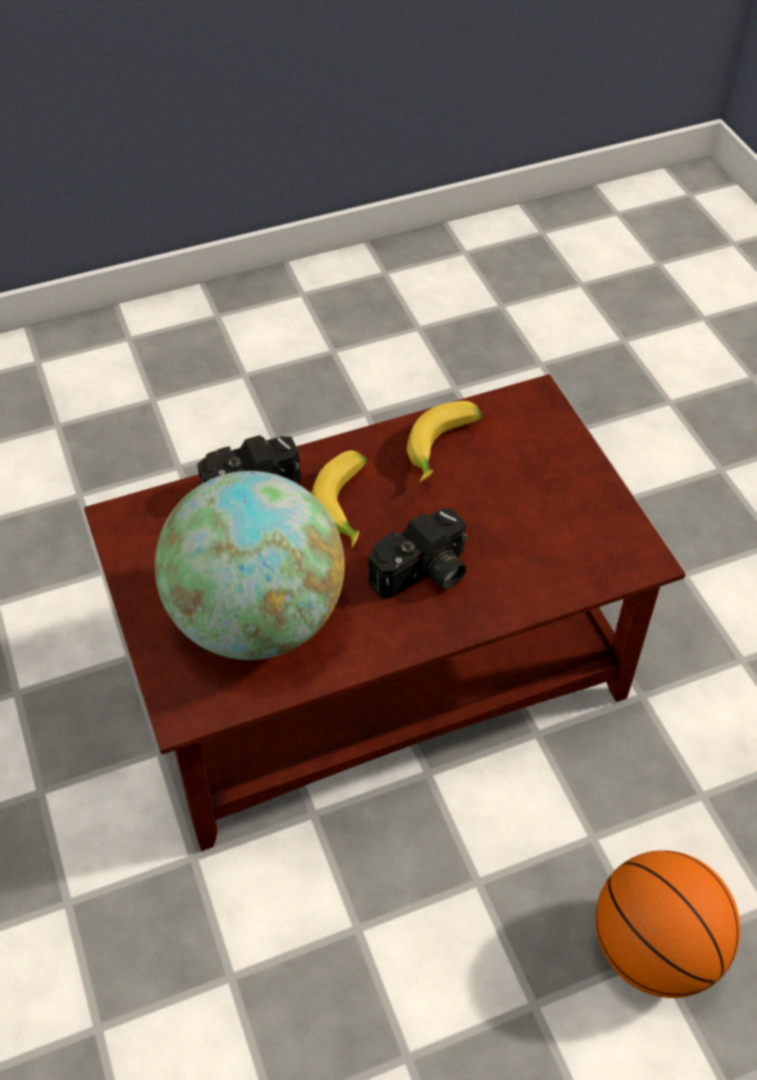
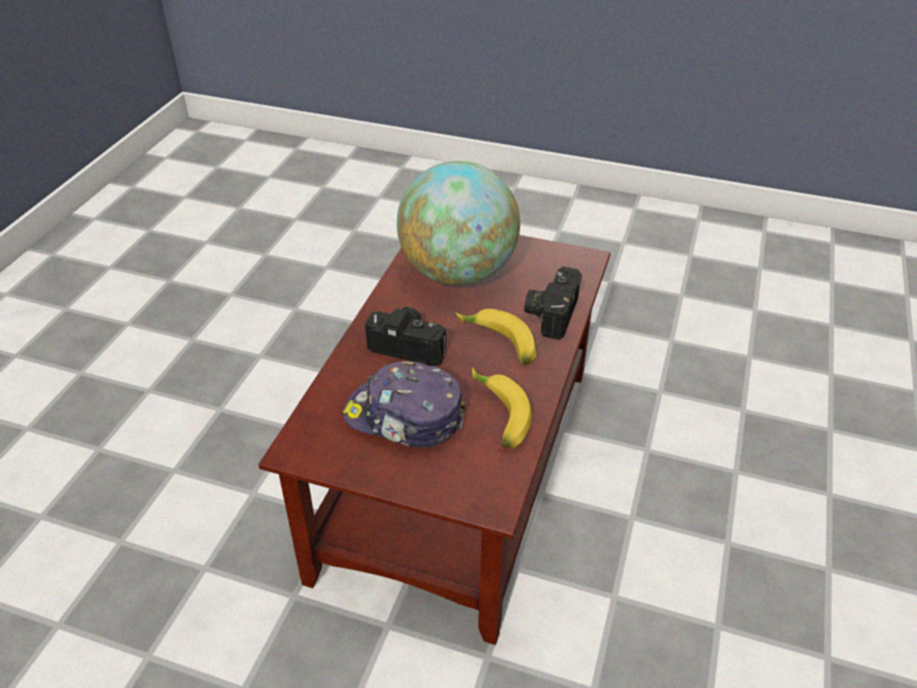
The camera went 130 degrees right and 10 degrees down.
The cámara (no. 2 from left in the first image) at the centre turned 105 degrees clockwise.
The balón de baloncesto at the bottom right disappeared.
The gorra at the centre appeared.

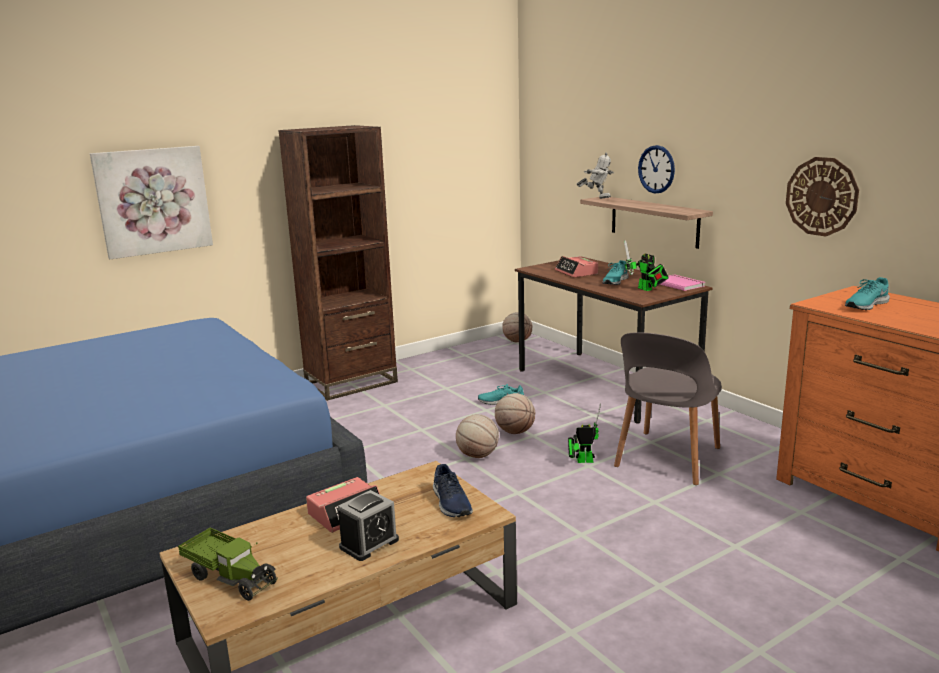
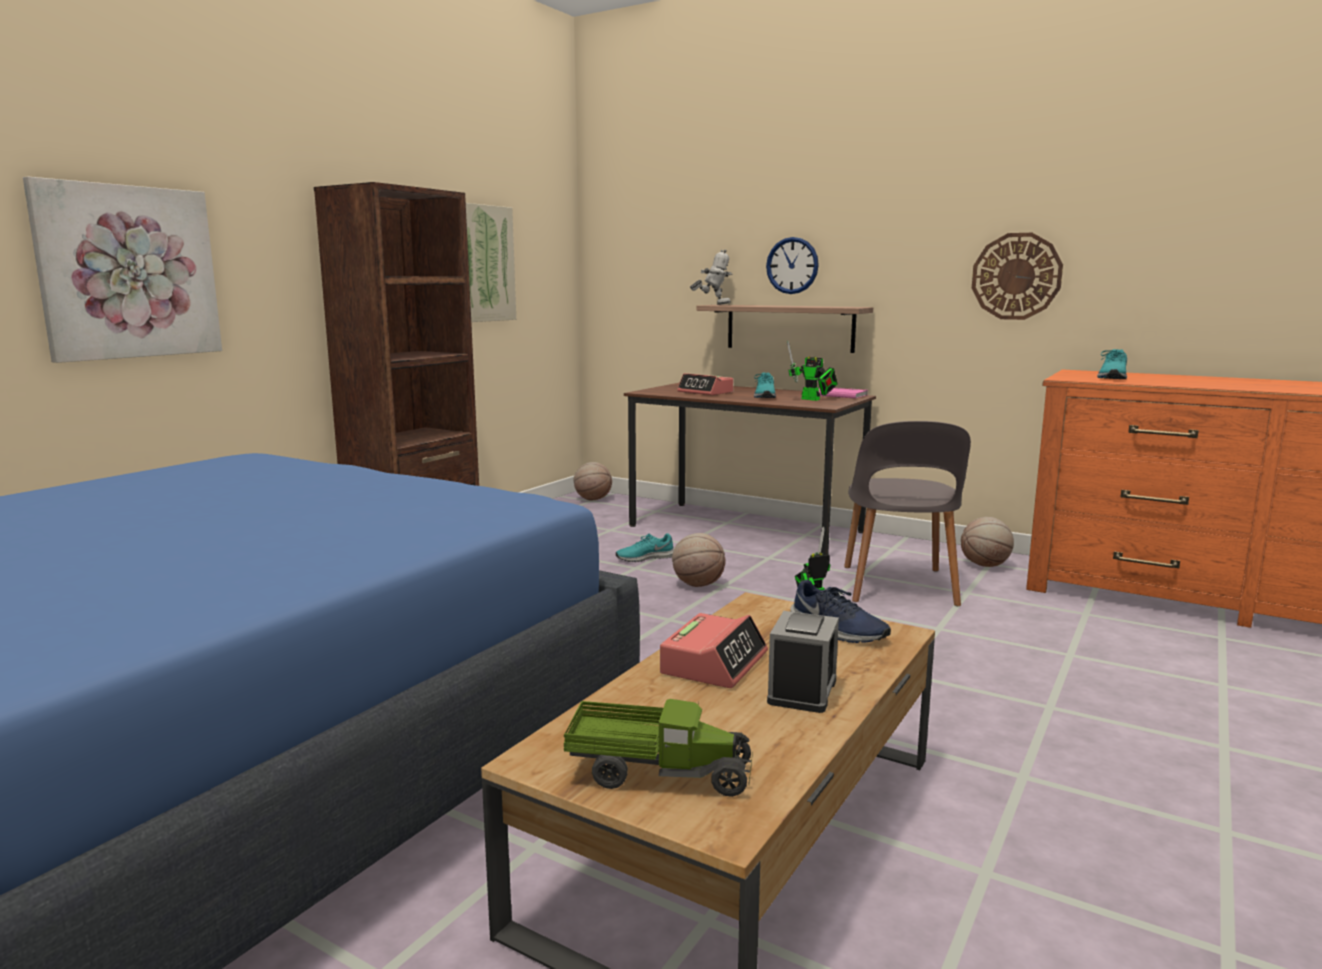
The camera went 25 degrees left and 5 degrees down.
The balón de baloncesto (no. 1 from left in the first image) moved from the centre to the middle right.
The cuadro (no. 2 from left) at the top centre appeared.

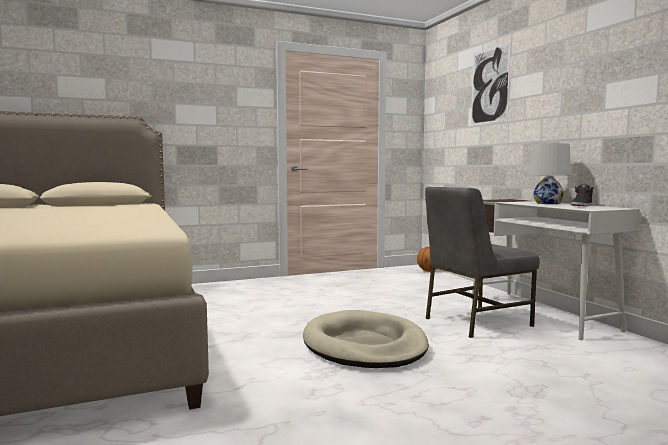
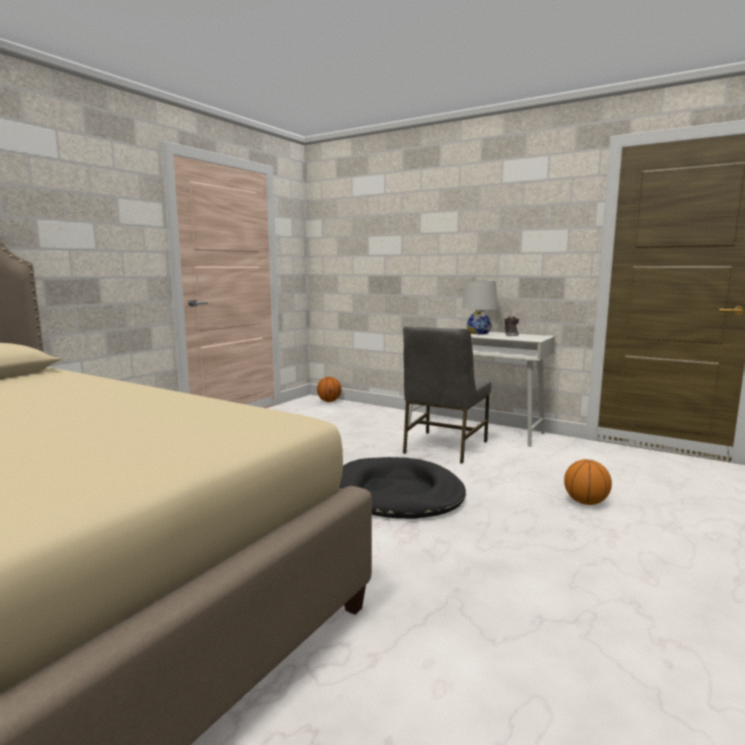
The camera went 35 degrees left and 5 degrees up.
The cuadro at the top right disappeared.
The cama para perro (beis) at the bottom centre became the cama para perro (negro) at the centre.
The balón de baloncesto (no. 2 from left) at the middle right appeared.

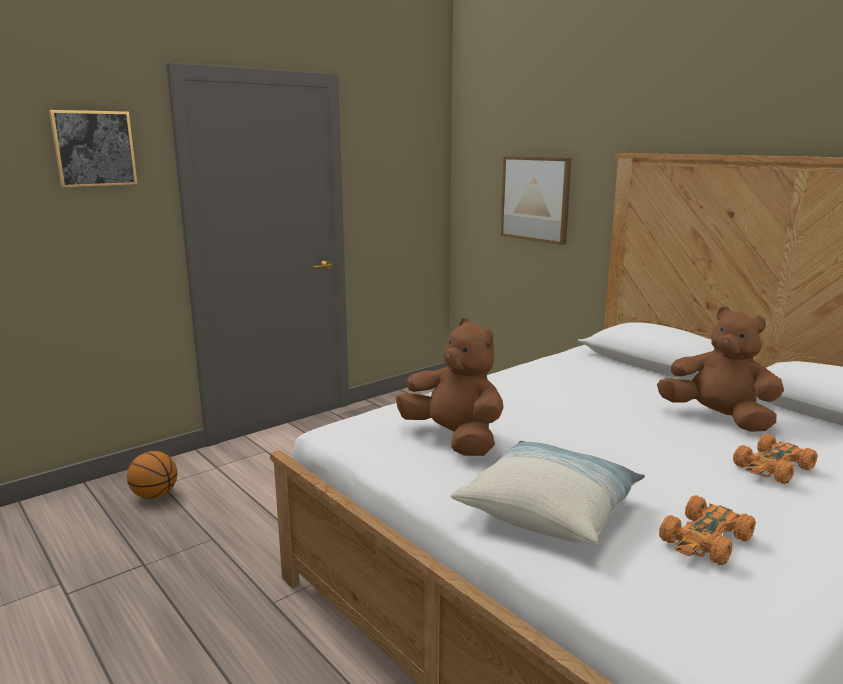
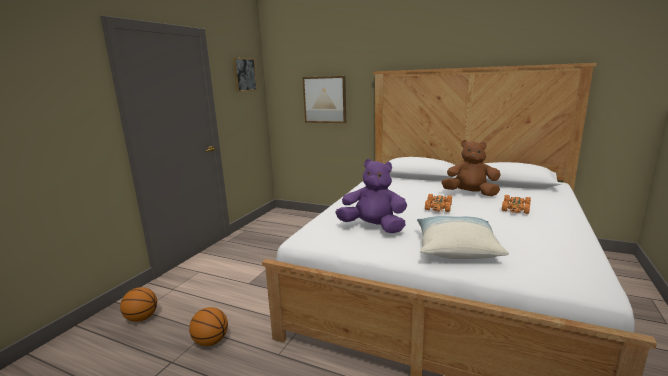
The camera went 25 degrees left and 0 degrees up.
The cuadro (no. 1 from left) moved from the top left to the top centre.
The peluche (marrón) (no. 1 from left) at the centre became the peluche (morado) at the centre.
The coche de juguete (naranja) (no. 1 from left) moved from the bottom right to the centre.
The balón de baloncesto (no. 2 from left) at the bottom left appeared.

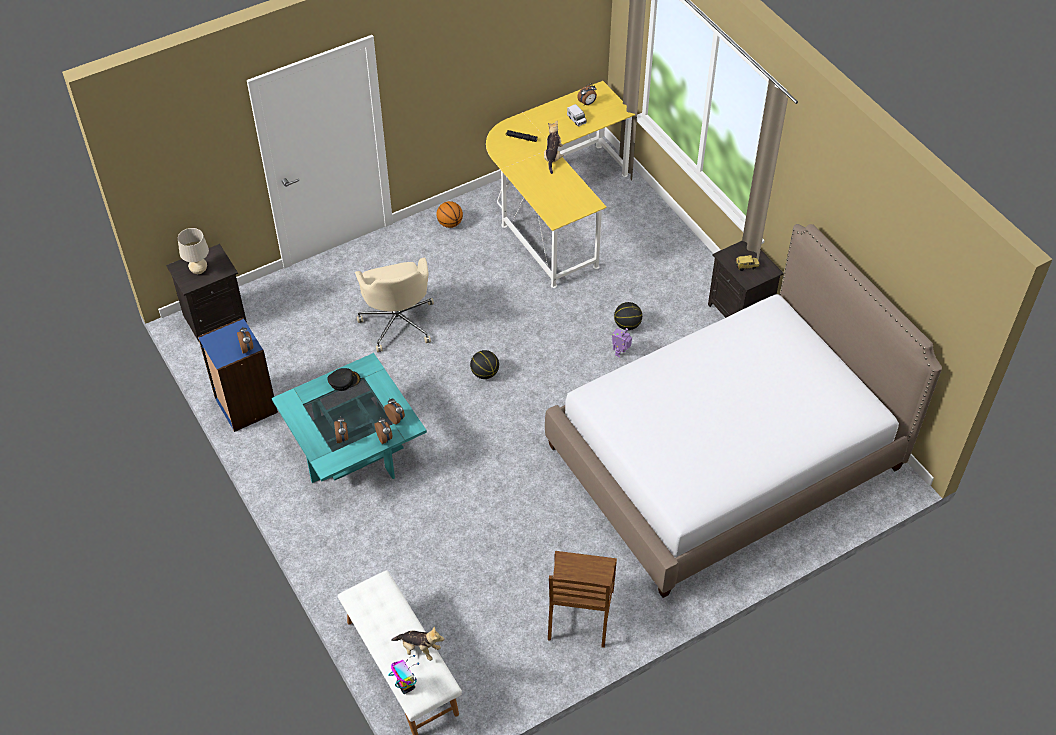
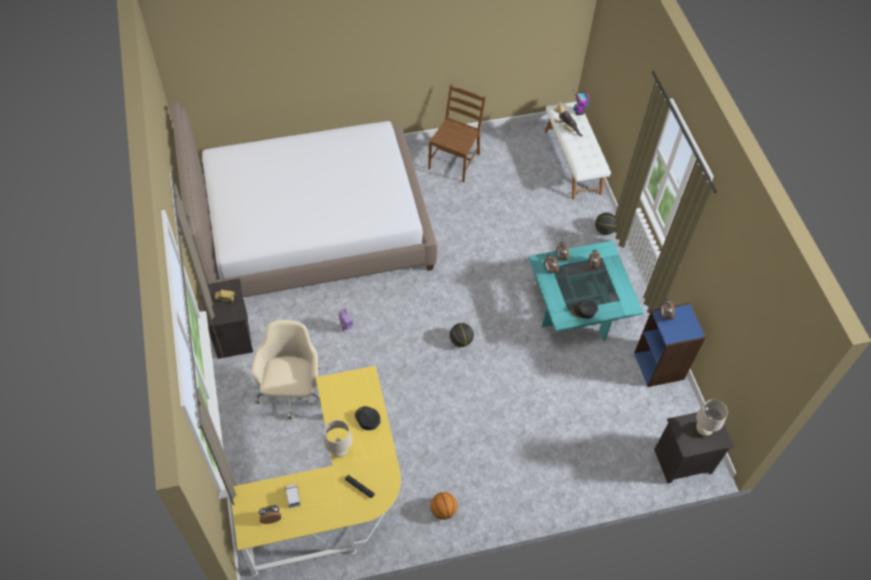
The camera went 165 degrees left and 5 degrees up.
The peluche (no. 2 from left) at the top centre was replaced by the lámpara de mesa (beis) (no. 1 from left) at the bottom centre.
The silla de oficina (beis) moved from the centre to the middle left.
The balón de baloncesto (no. 3 from left) moved from the centre to the middle right.
The gorra (negro) (no. 1 from left) at the bottom centre appeared.

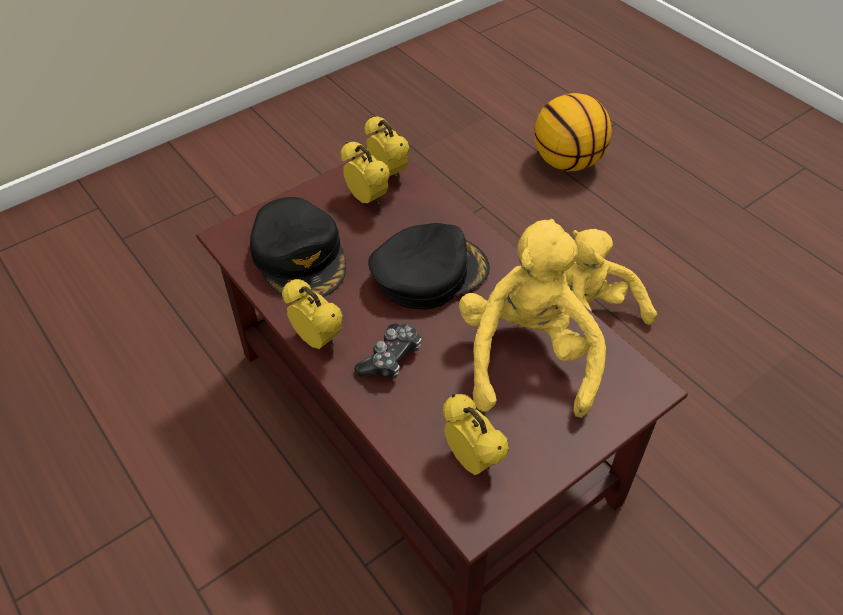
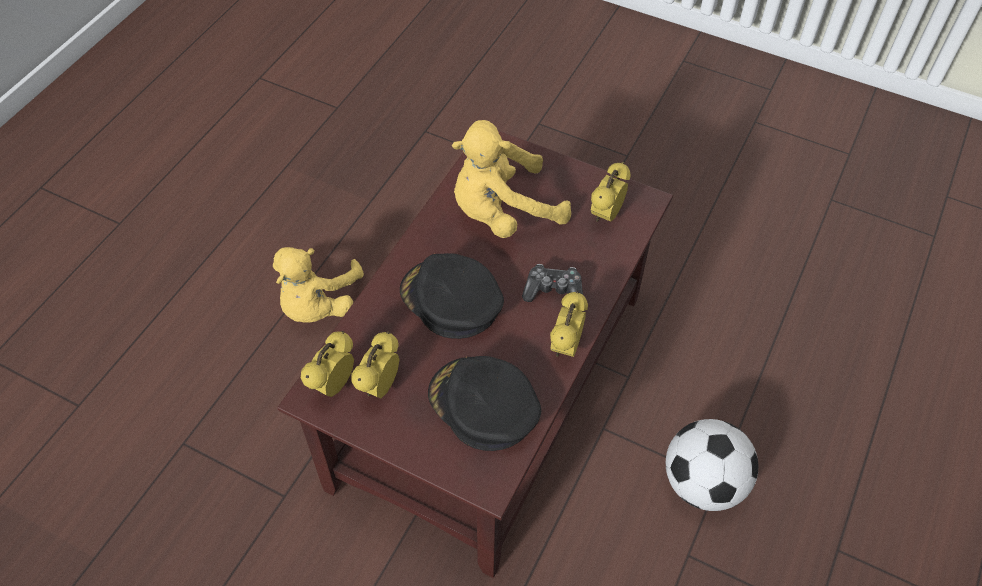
The camera went 115 degrees left and 5 degrees up.
The balón de baloncesto at the top right disappeared.
The gorra (negro) (no. 1 from left in the first image) at the centre turned 90 degrees counterclockwise.
The balón de fútbol at the bottom right appeared.

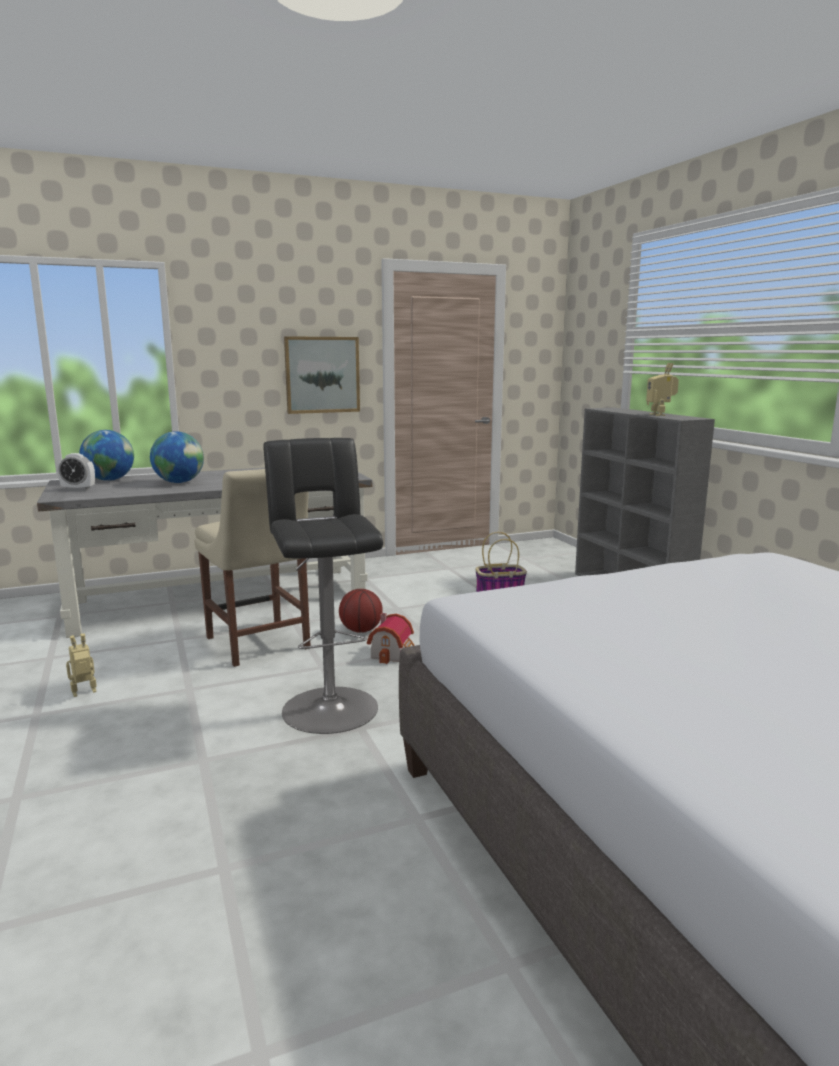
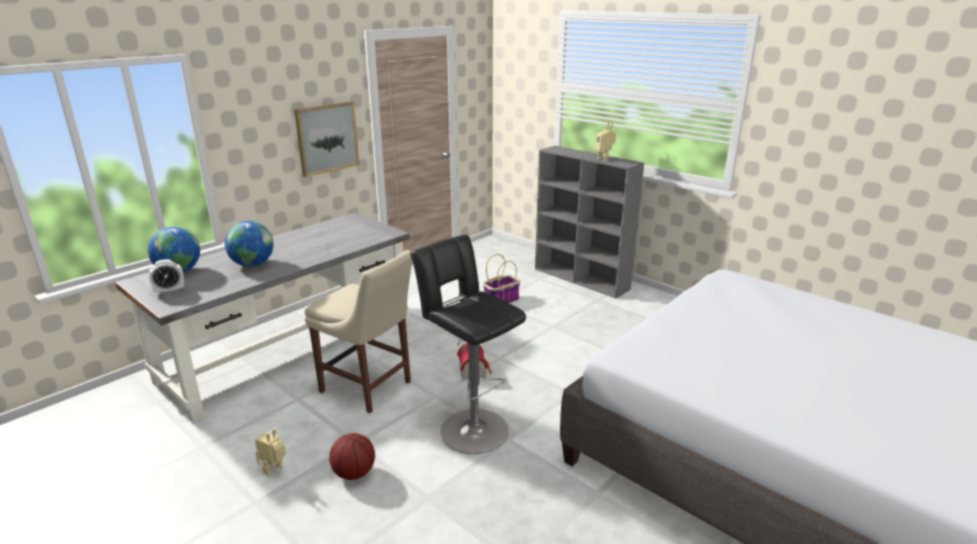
The camera went 25 degrees left and 10 degrees up.
The balón de baloncesto moved from the centre to the bottom centre.

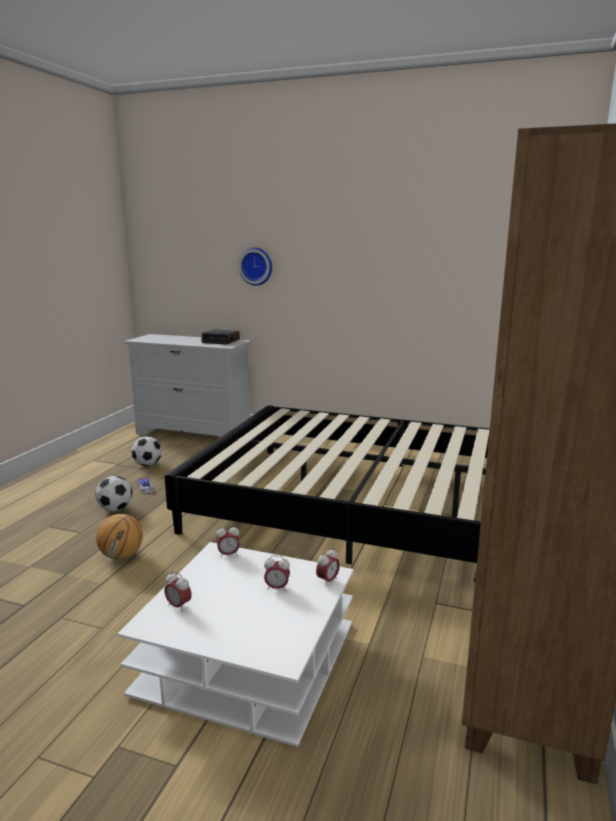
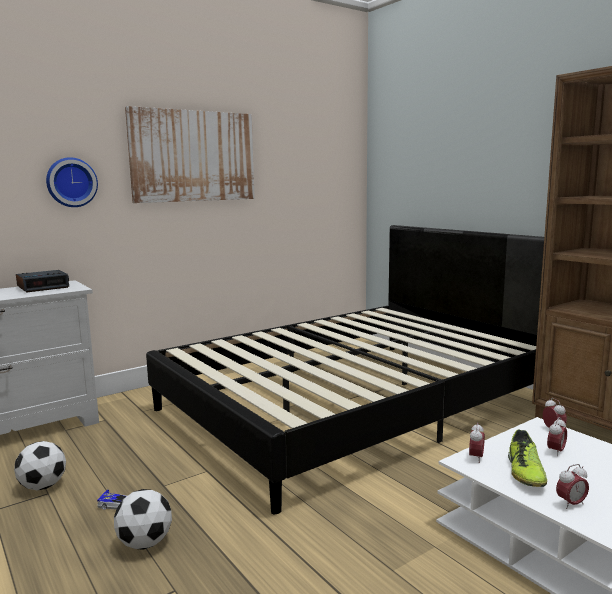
The camera went 55 degrees left and 5 degrees down.
The balón de baloncesto at the middle left disappeared.
The cuadro at the top left appeared.
The zapato at the bottom right appeared.

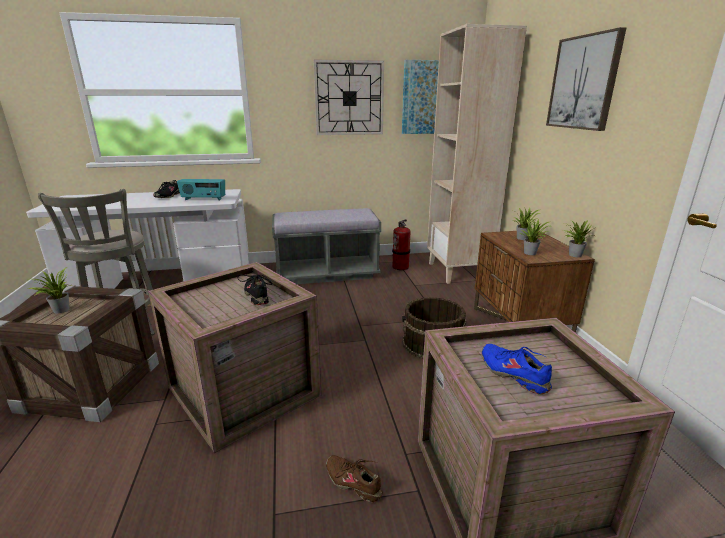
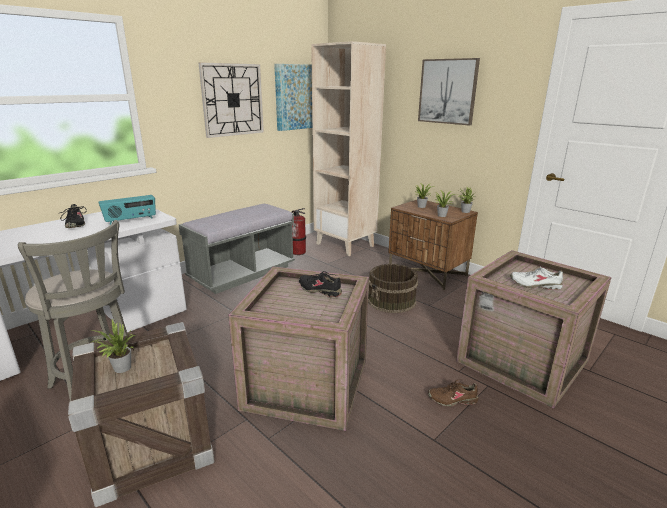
The camera went 35 degrees left and 0 degrees up.
The zapato (azul) at the bottom right became the zapato (blanco) at the middle right.

